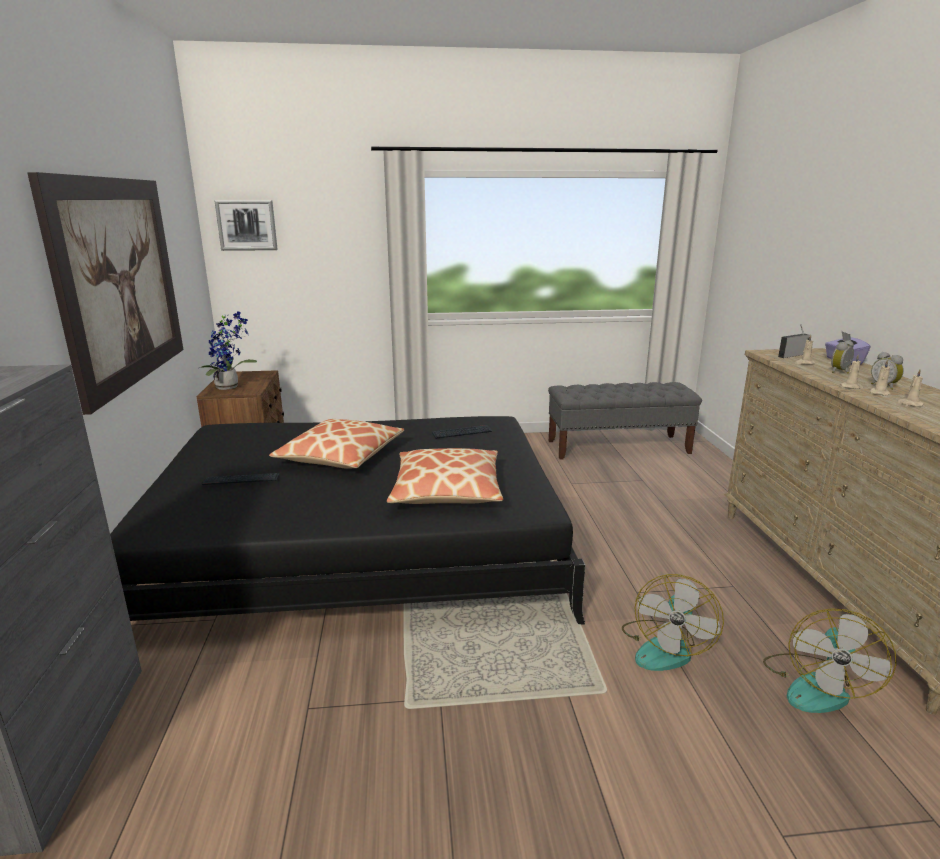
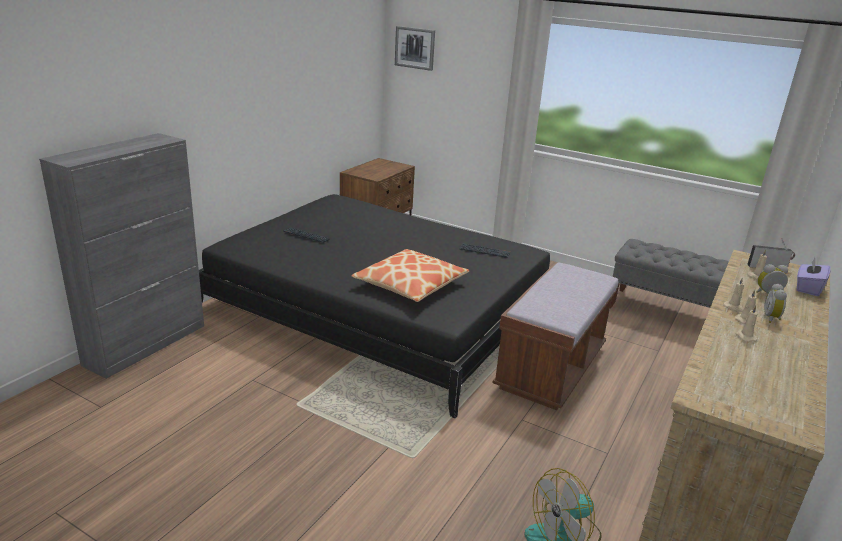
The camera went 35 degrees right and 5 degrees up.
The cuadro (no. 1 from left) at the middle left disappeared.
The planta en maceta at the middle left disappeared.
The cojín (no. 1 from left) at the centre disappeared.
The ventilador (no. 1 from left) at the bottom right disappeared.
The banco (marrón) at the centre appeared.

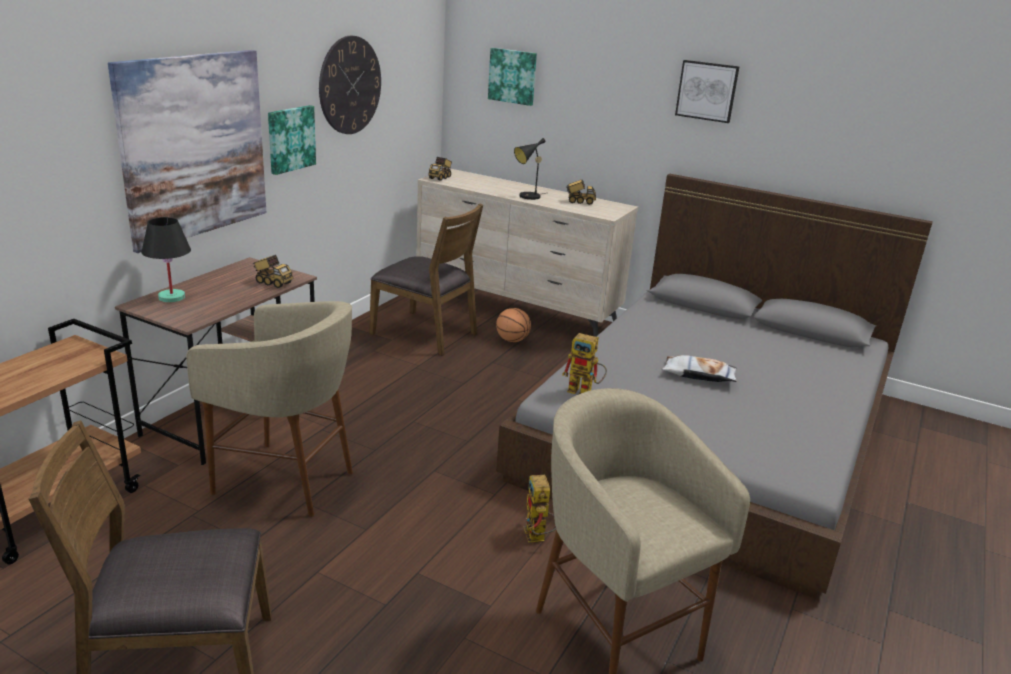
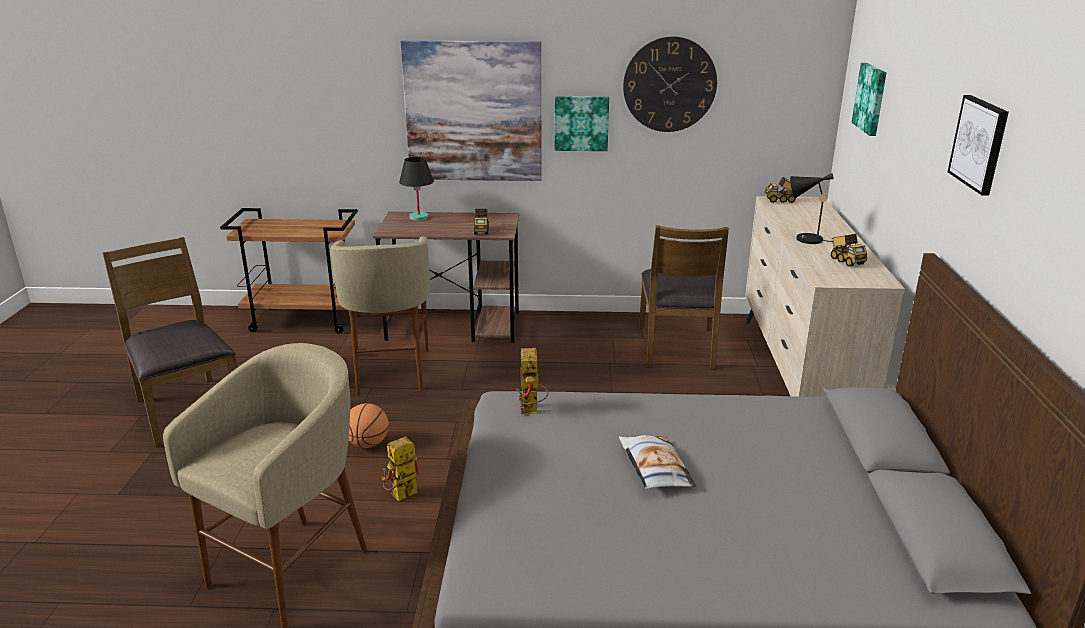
The camera went 65 degrees right and 0 degrees up.
The balón de baloncesto moved from the centre to the bottom centre.

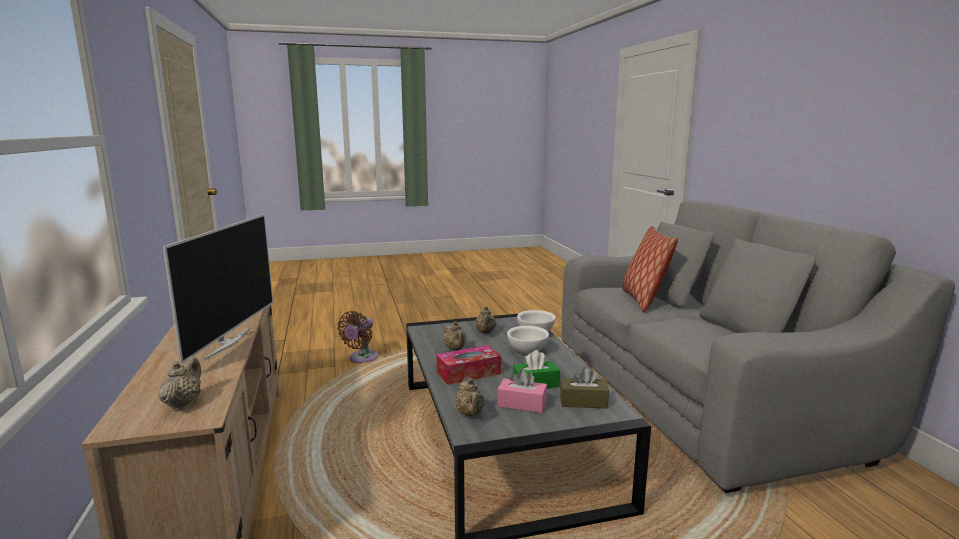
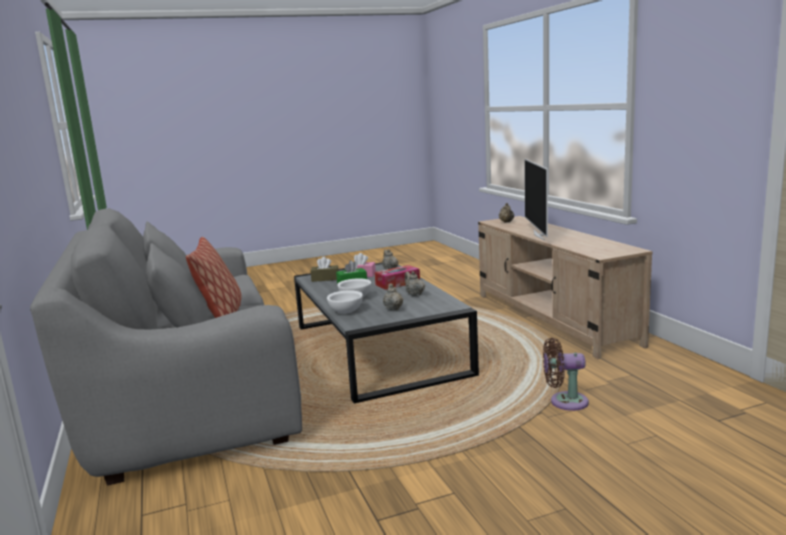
The camera went 175 degrees right and 0 degrees up.
The ventilador (marrón) at the centre turned 105 degrees counterclockwise.

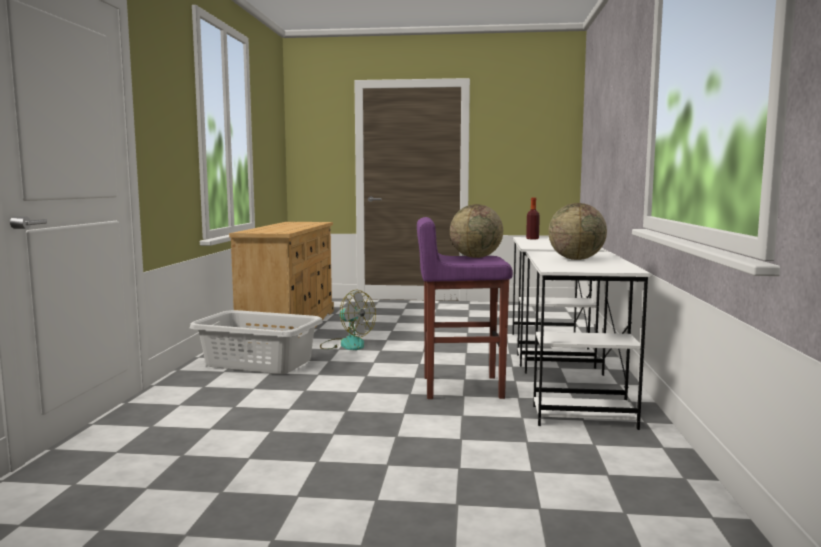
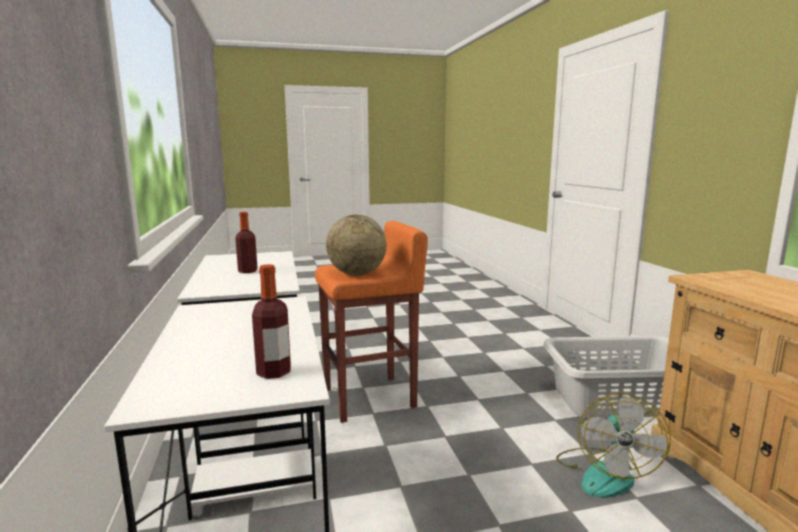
The camera went 160 degrees right and 5 degrees up.
The globo terráqueo (no. 2 from left) at the middle right was replaced by the botella (no. 1 from left) at the middle left.
The taburete (morado) at the centre became the taburete (naranja) at the centre.
The ventilador at the centre turned 90 degrees counterclockwise.

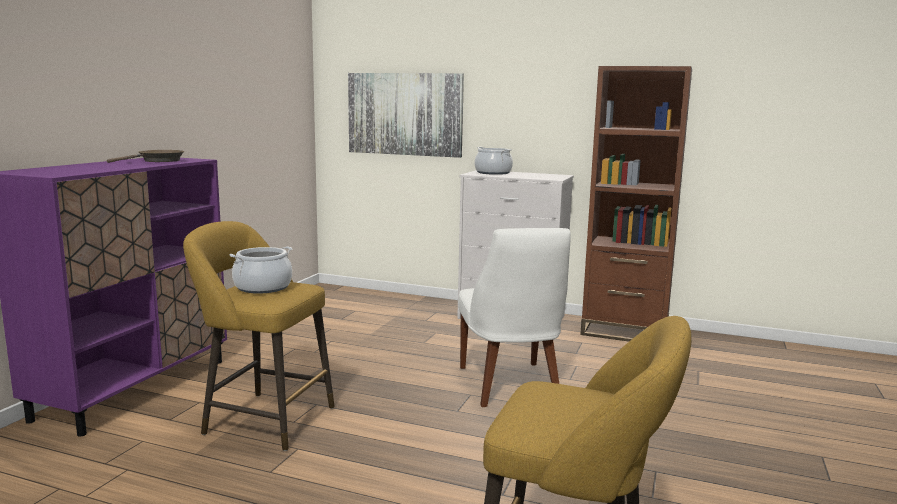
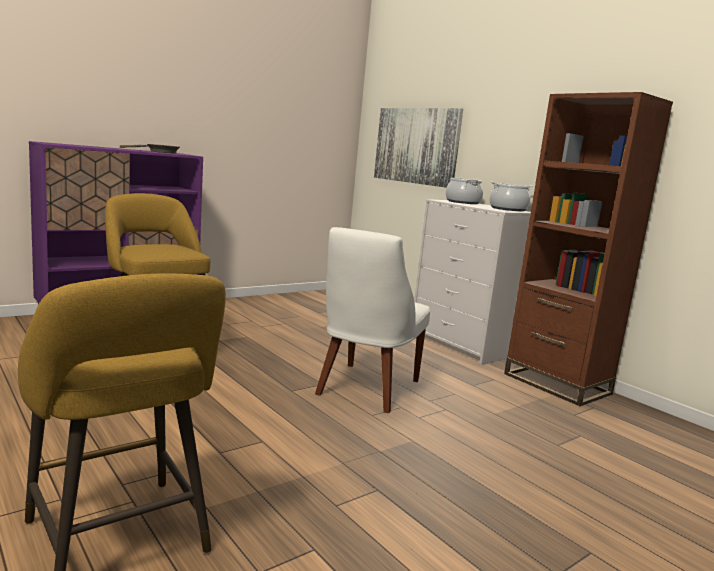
The camera went 30 degrees right and 0 degrees up.
The olla (no. 1 from left in the first image) moved from the middle left to the middle right.

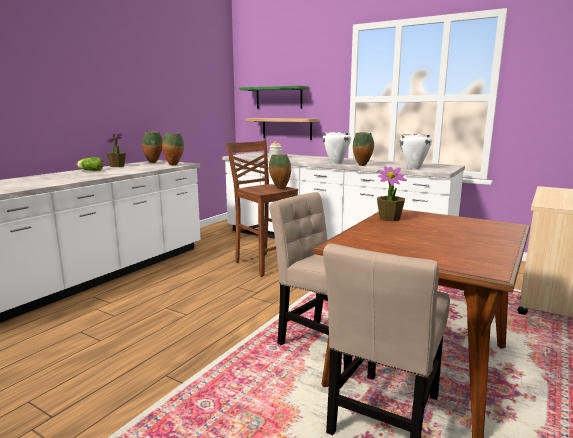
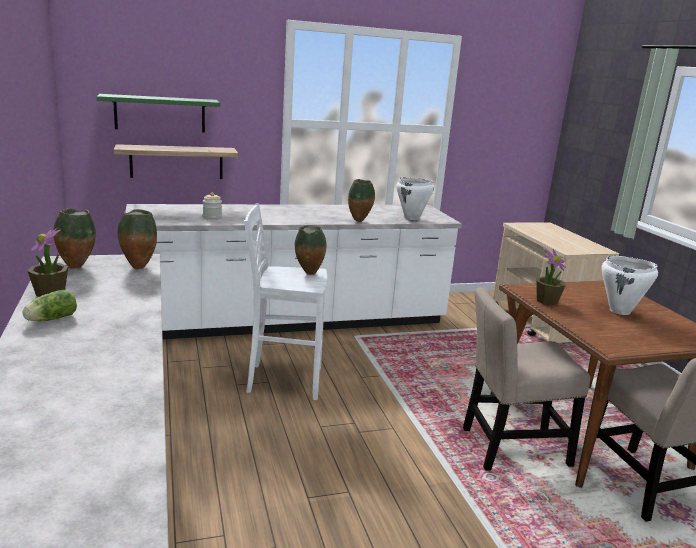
The camera went 50 degrees left and 5 degrees up.
The olla (blanco) (no. 1 from left in the first image) moved from the centre to the middle right.
The taburete (marrón) at the centre became the taburete (blanco) at the centre.

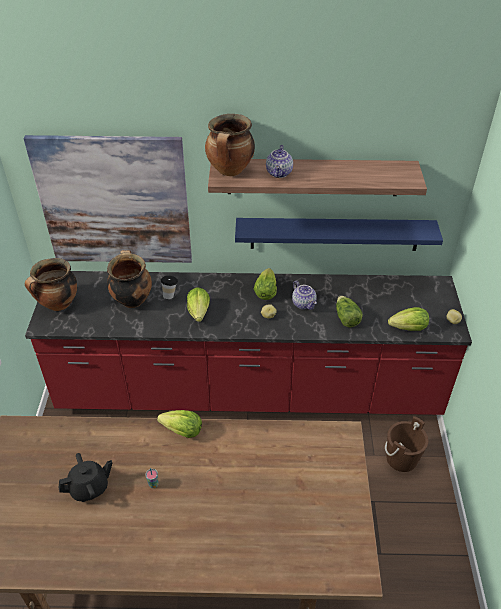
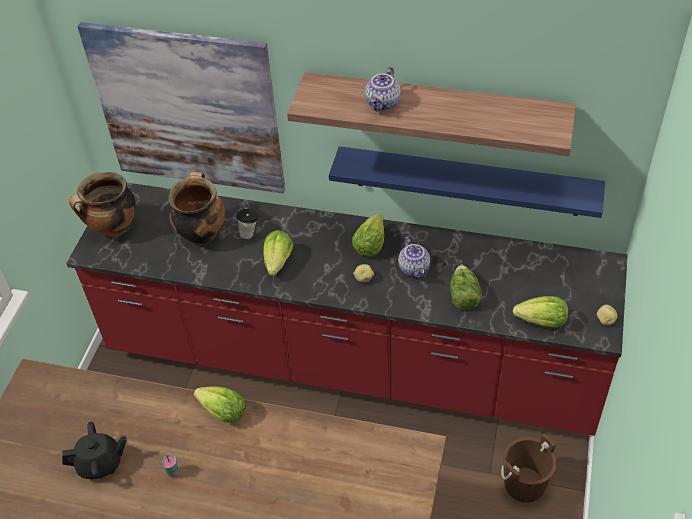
The camera went 15 degrees right and 5 degrees up.
The olla (no. 3 from left) at the top centre disappeared.

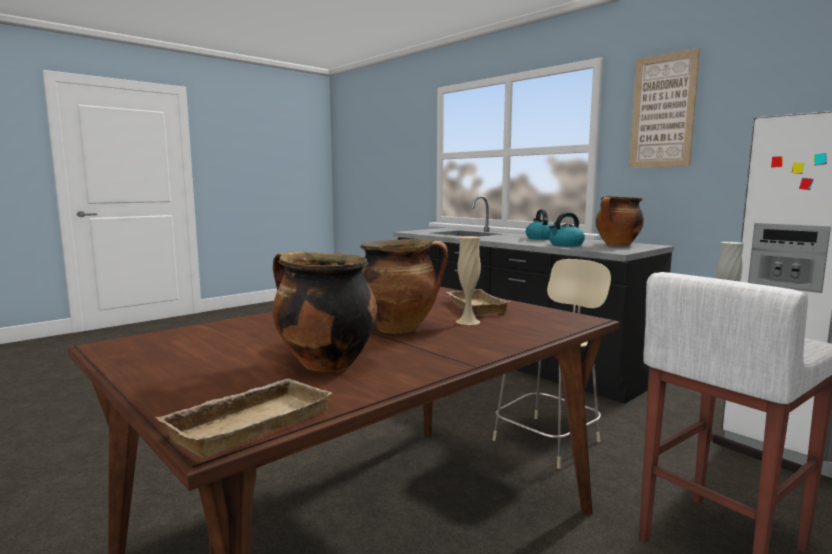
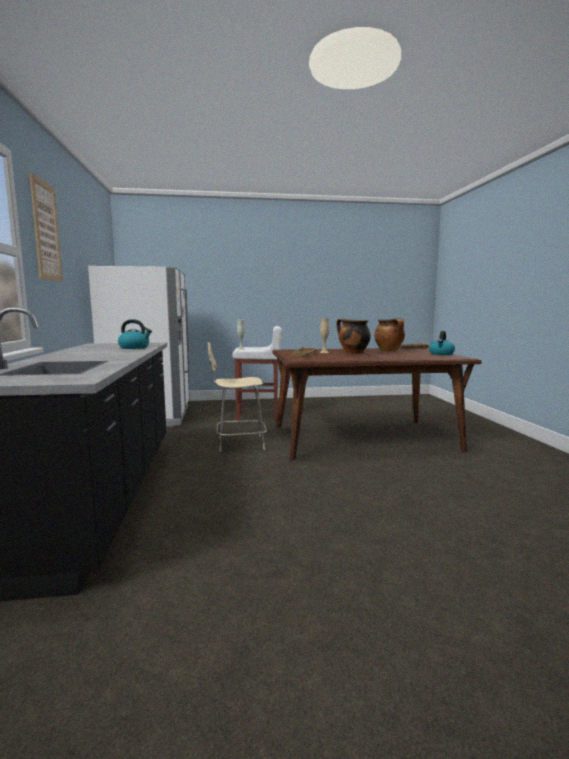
The camera went 145 degrees left and 0 degrees up.
The olla (no. 3 from left) at the middle right disappeared.
The hervidor (no. 1 from left in the first image) moved from the centre to the middle right.

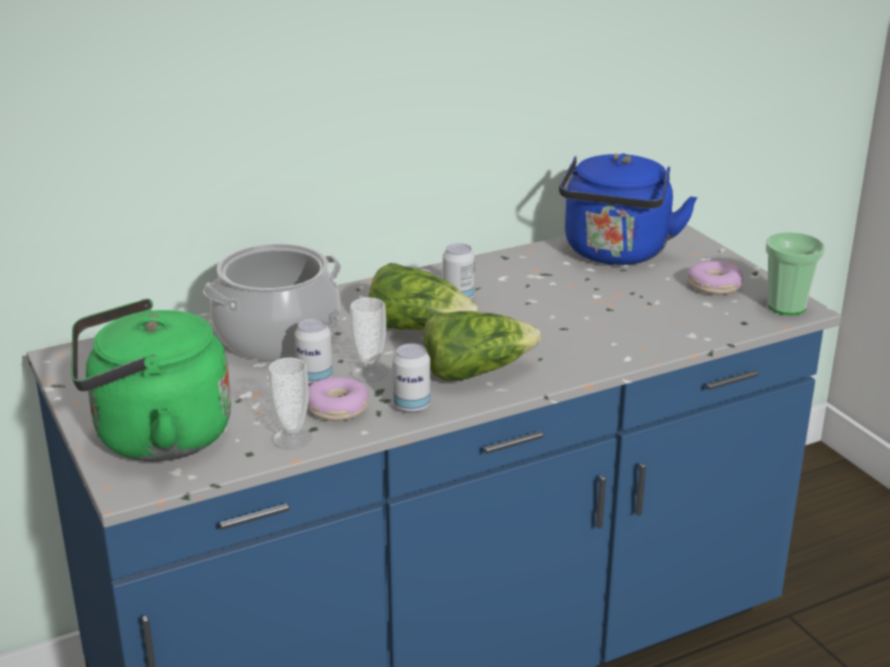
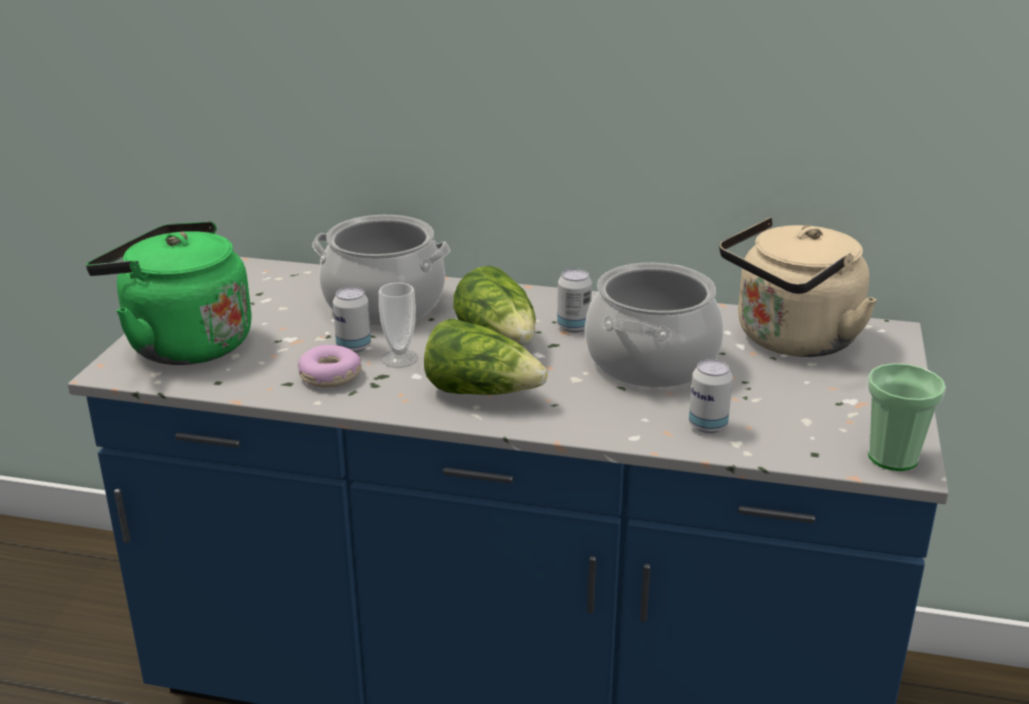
The camera went 40 degrees right and 0 degrees up.
The hervidor (azul) at the top right became the hervidor (beis) at the middle right.
The rosquilla (no. 2 from left) at the middle right disappeared.
The lata (no. 2 from left in the first image) moved from the centre to the middle right.
The taza (no. 1 from left) at the middle left disappeared.
The olla (no. 2 from left) at the centre appeared.

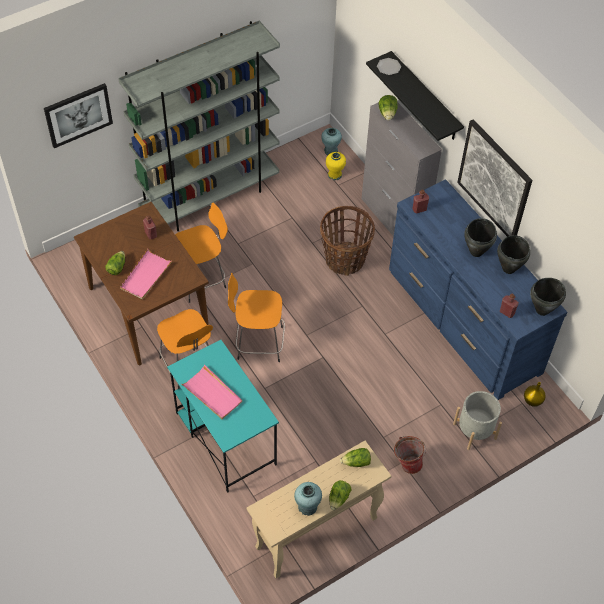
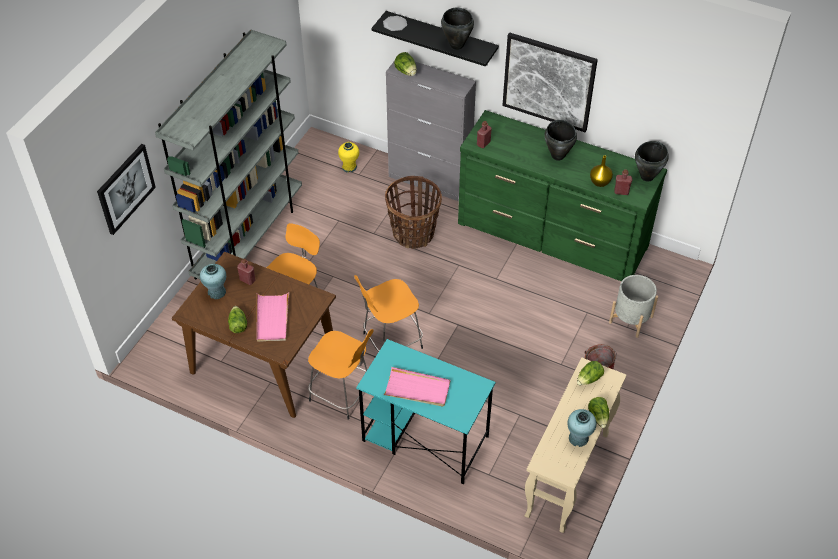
The camera went 30 degrees left and 5 degrees down.
The florero (turquesa) (no. 2 from left in the first image) moved from the top centre to the middle left.
The cómoda (azul) at the middle right became the cómoda (verde) at the middle right.
The olla (negro) (no. 2 from left in the first image) moved from the middle right to the top centre.
The florero (amarillo) (no. 2 from left) moved from the middle right to the top right.

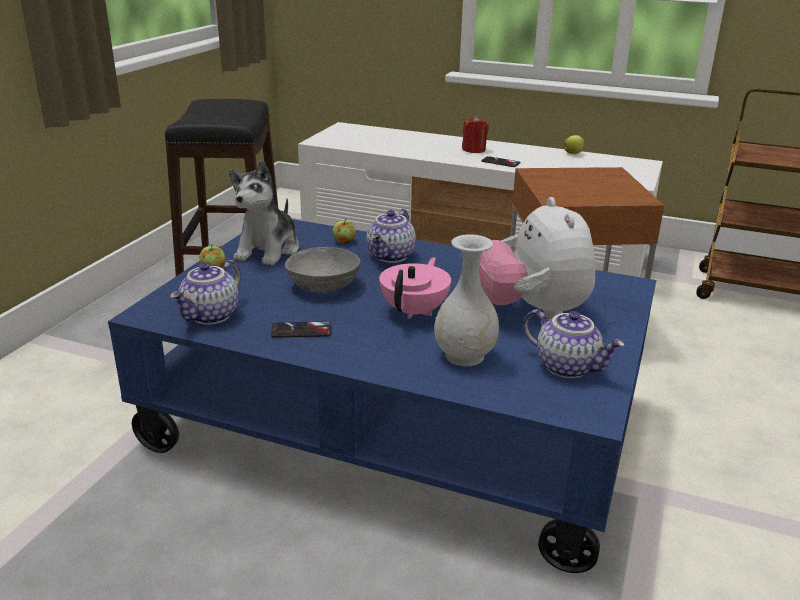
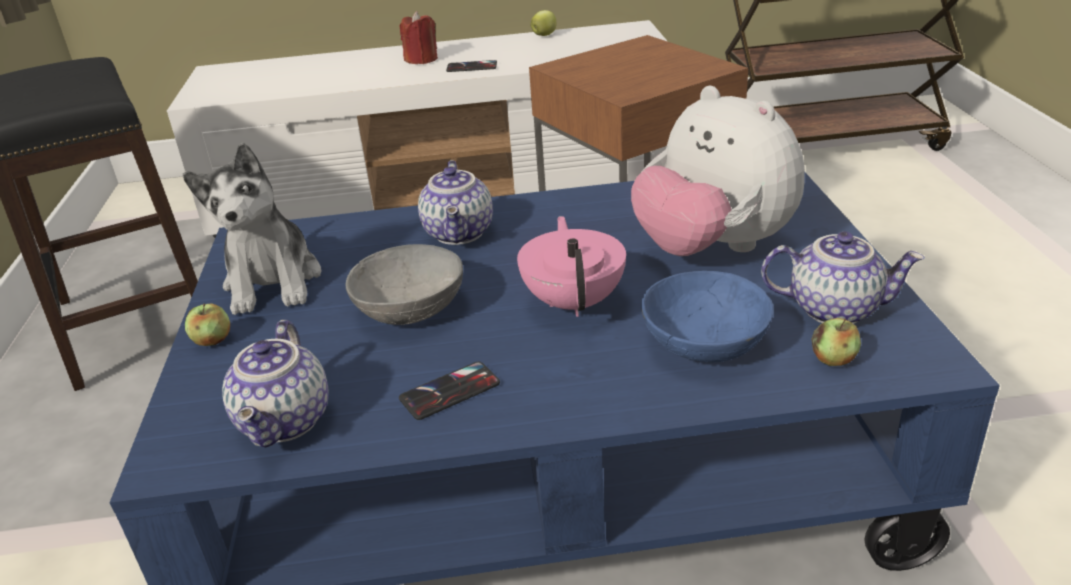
The camera went 25 degrees left and 5 degrees up.
The manzana (no. 2 from left in the first image) moved from the centre to the middle right.
The florero (blanco) at the centre was replaced by the cuenco (azul) at the centre.

